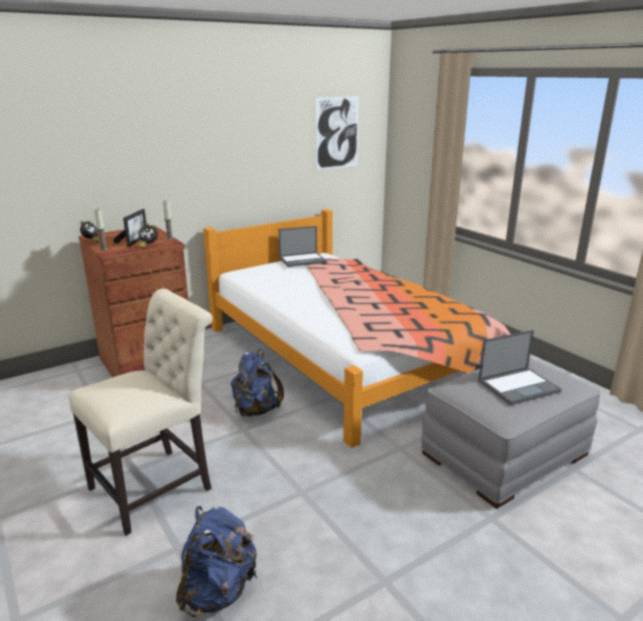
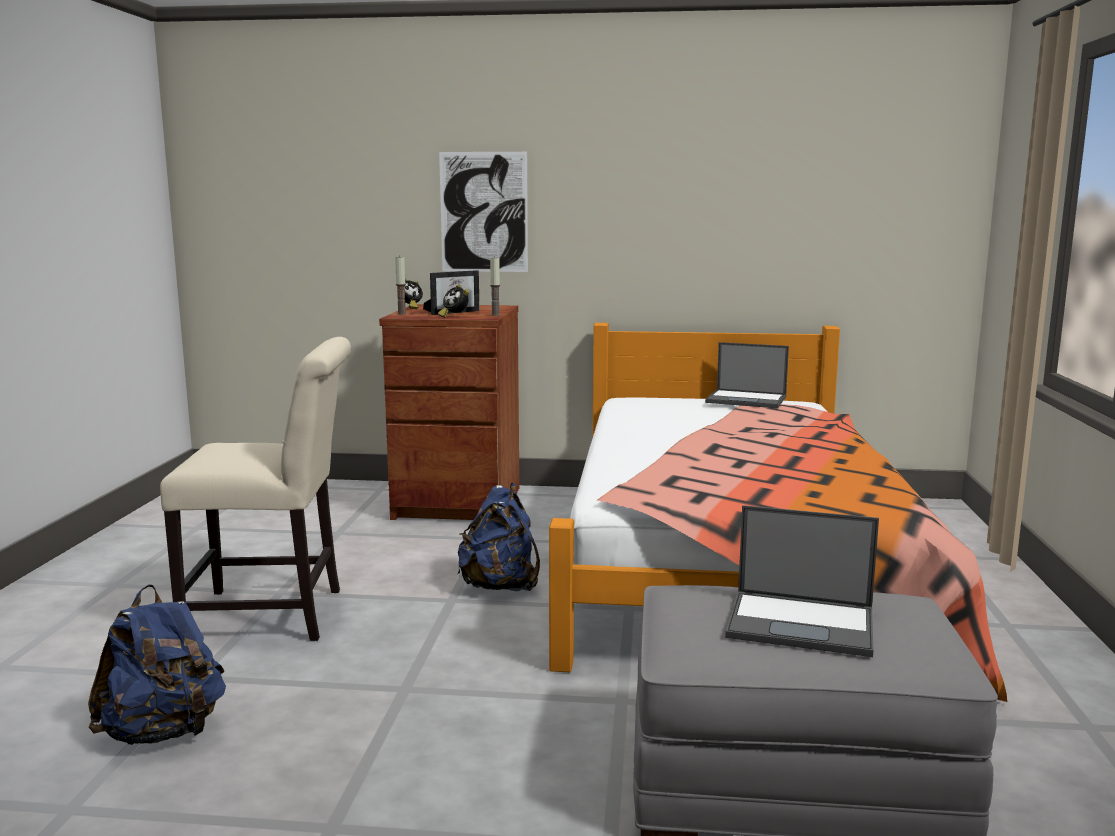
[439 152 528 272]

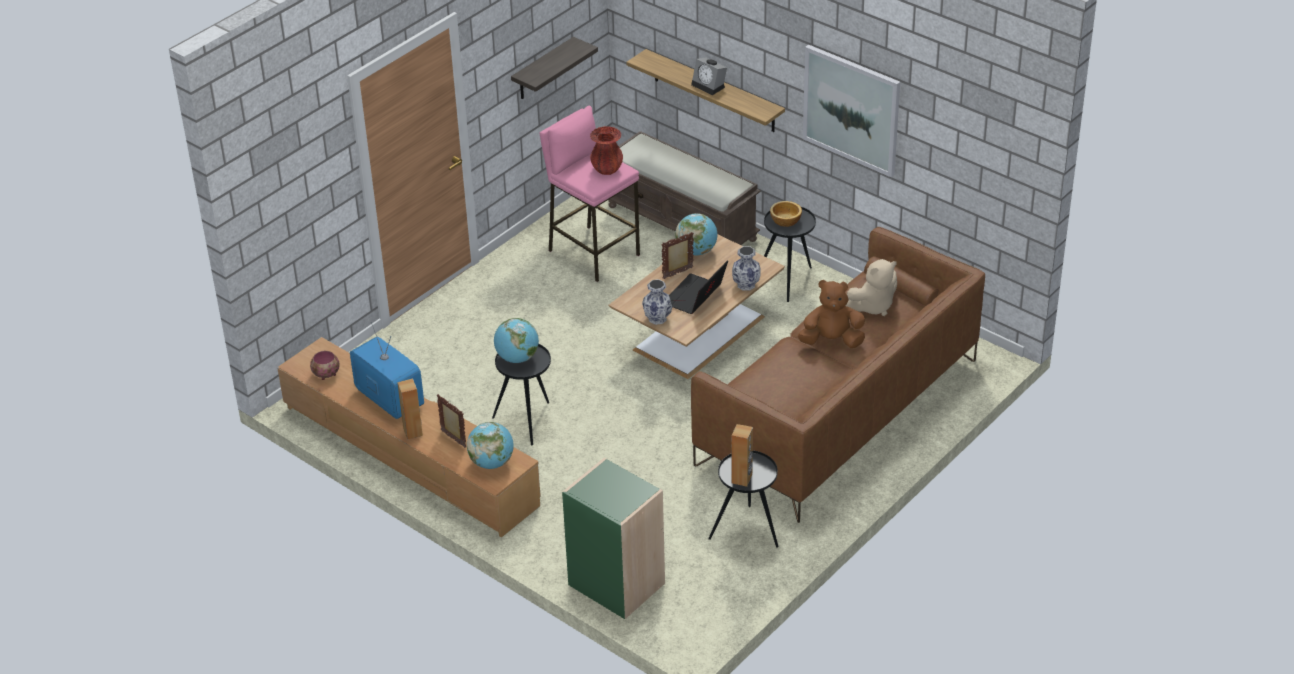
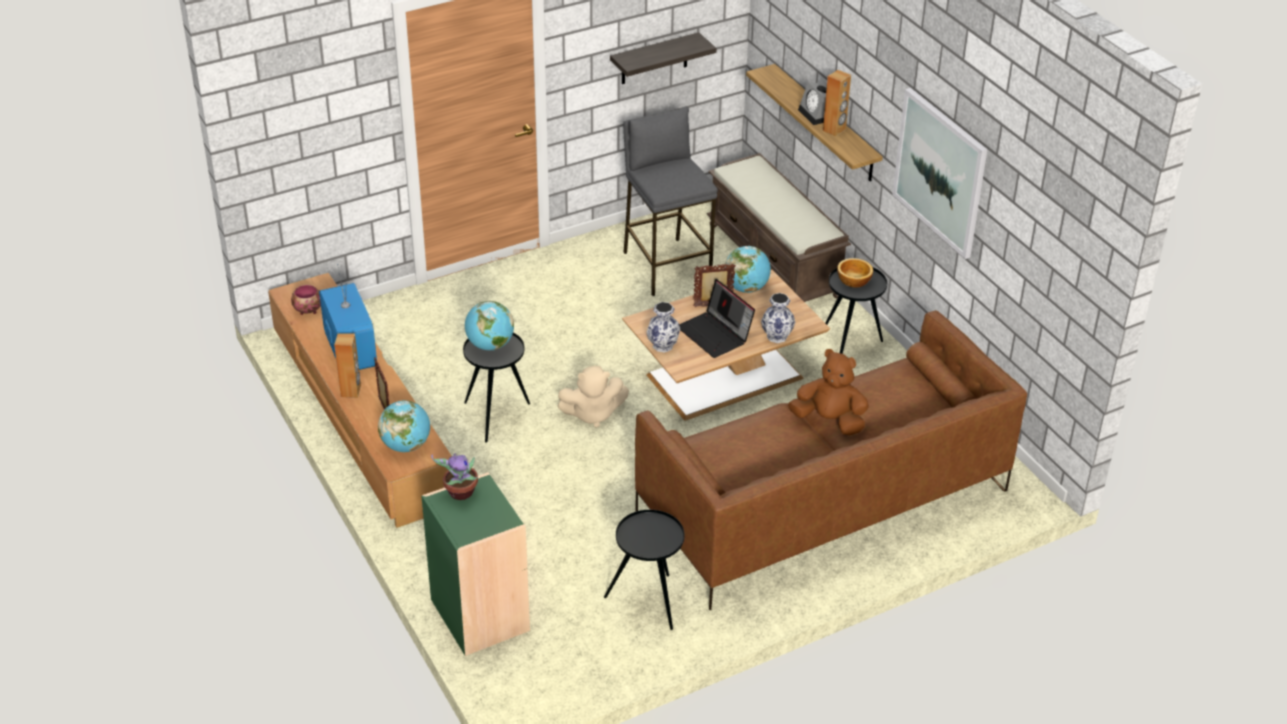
[590 126 623 175] (first image)
[431 454 478 500]
[823 70 851 136]
[558 366 629 428]
[623 106 718 296]
[679 279 755 358]

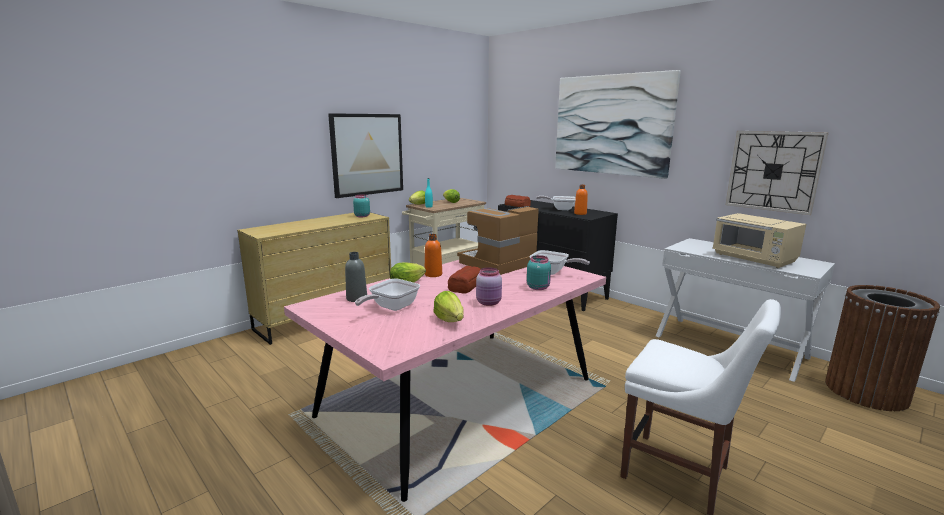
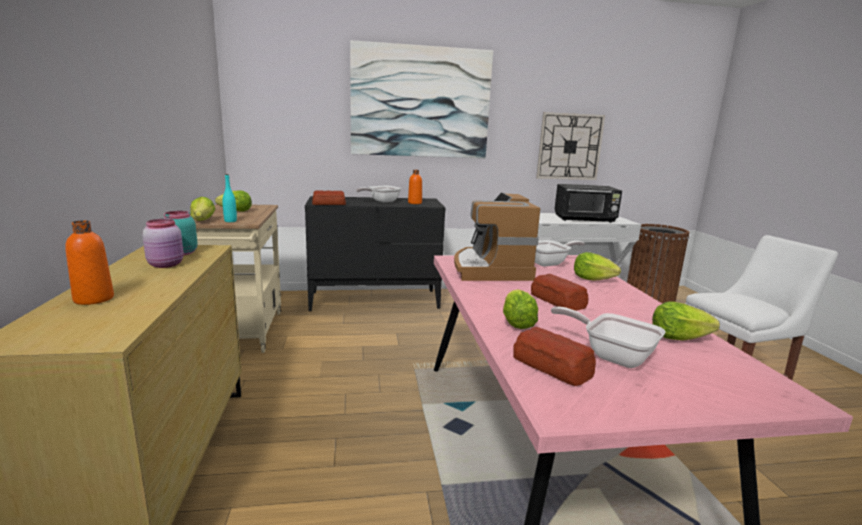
[328 113 403 198] (first image)
[65 220 114 305]
[142 219 184 268]
[513 327 596 386]
[574 252 621 281]
[554 184 622 223]
[551 307 666 368]

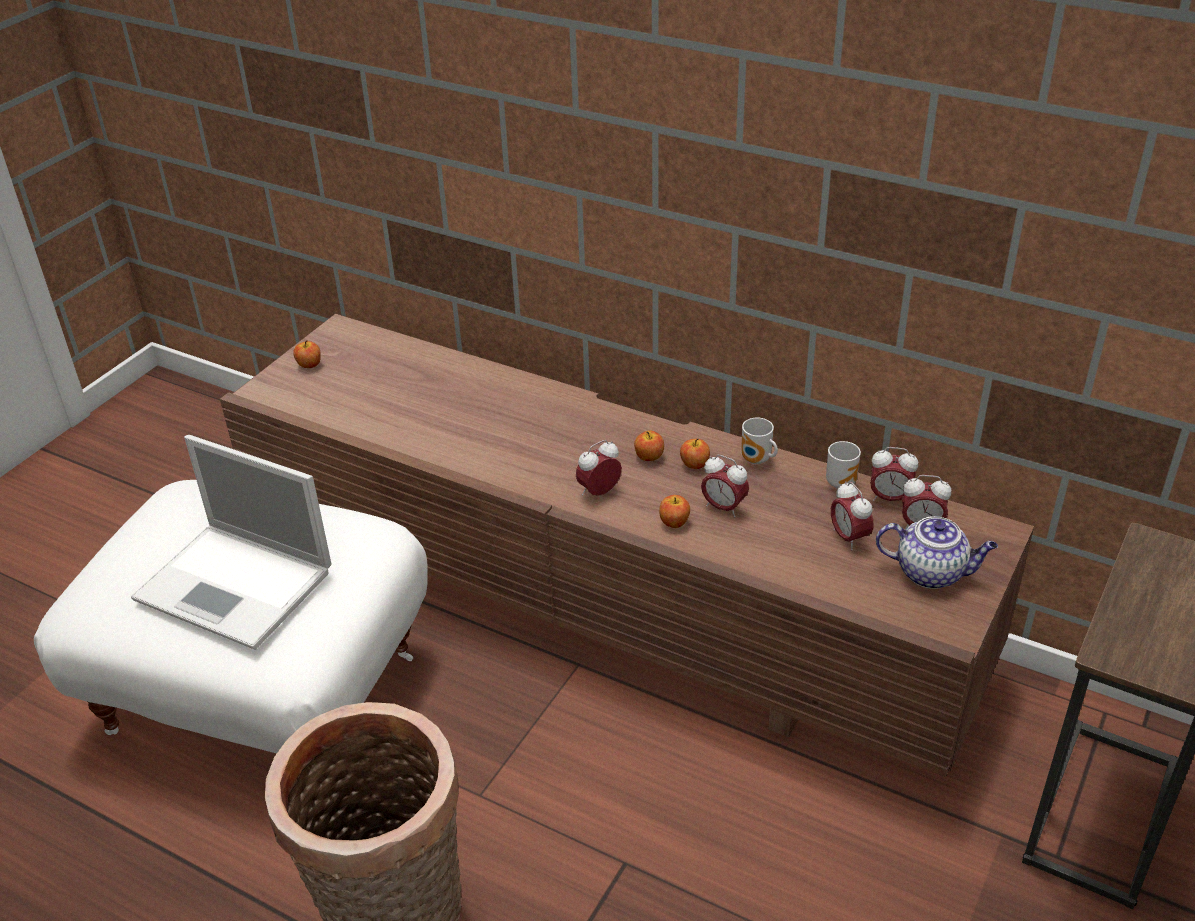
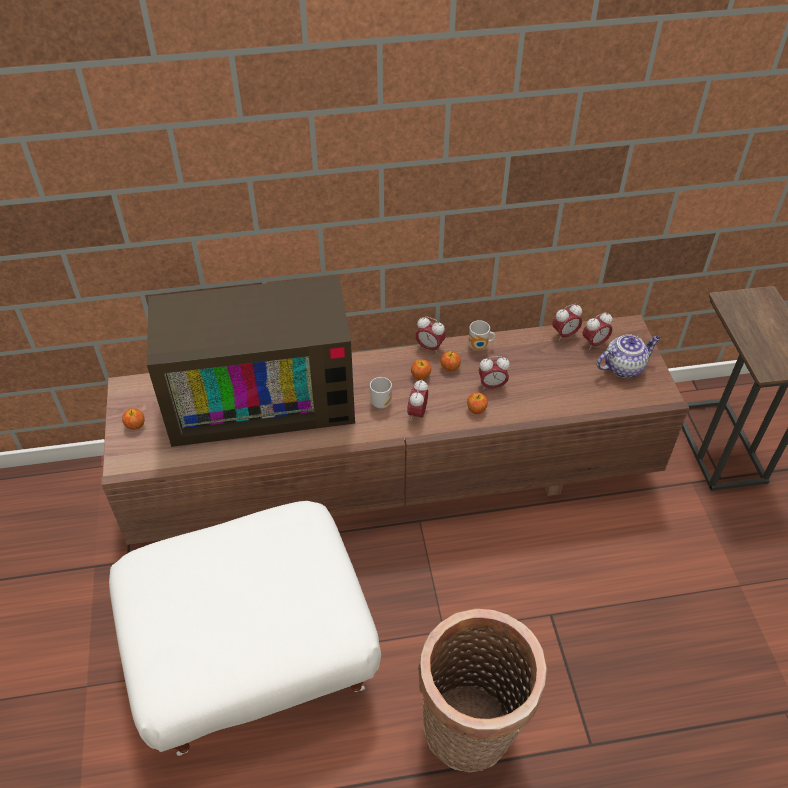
[131 435 332 650] (first image)
[147 276 355 447]
[370 377 392 408]
[415 317 446 354]

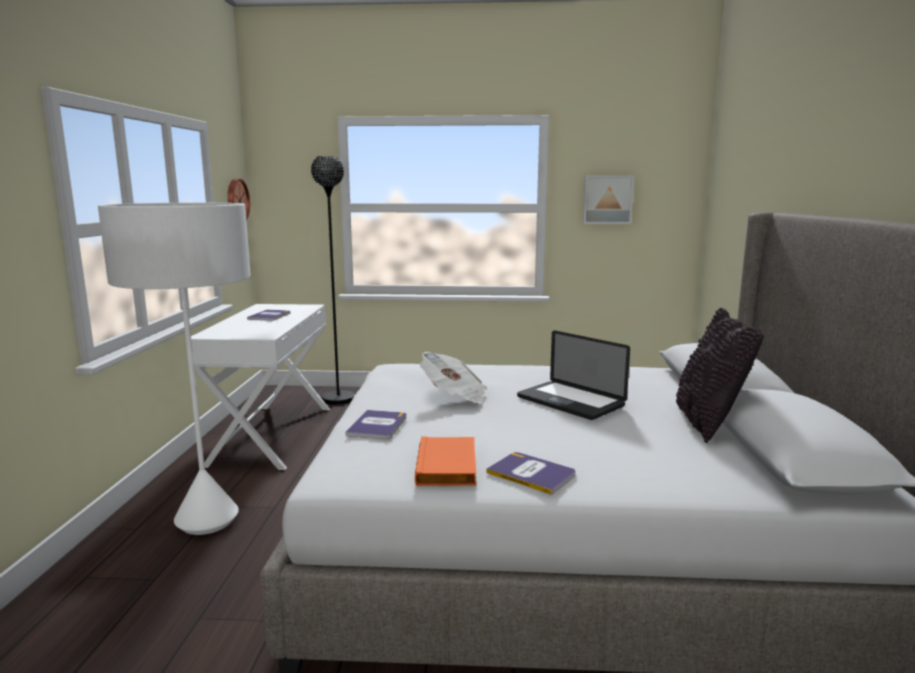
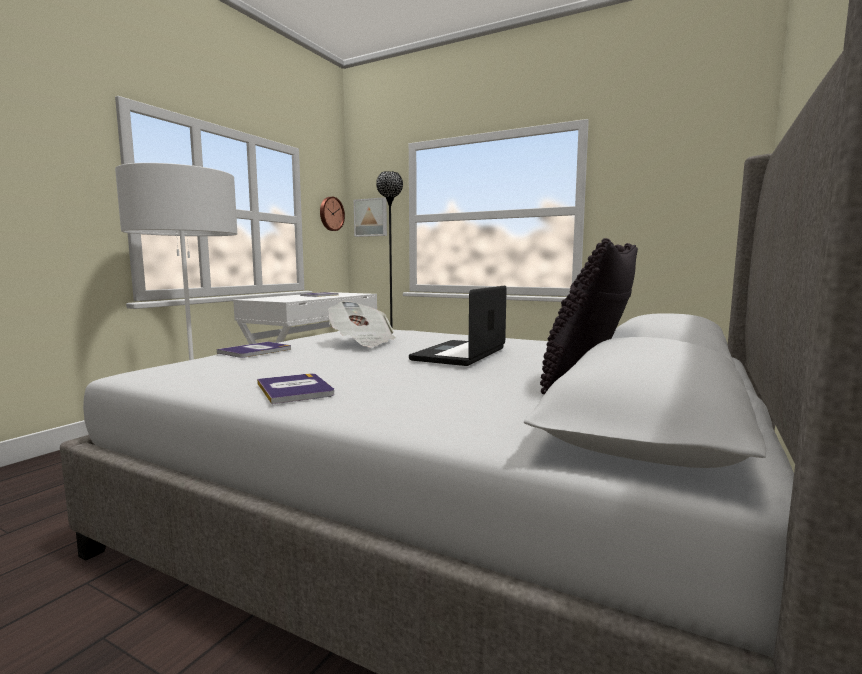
[415 436 476 486] (first image)
[354 197 387 237]
[409 285 507 366]

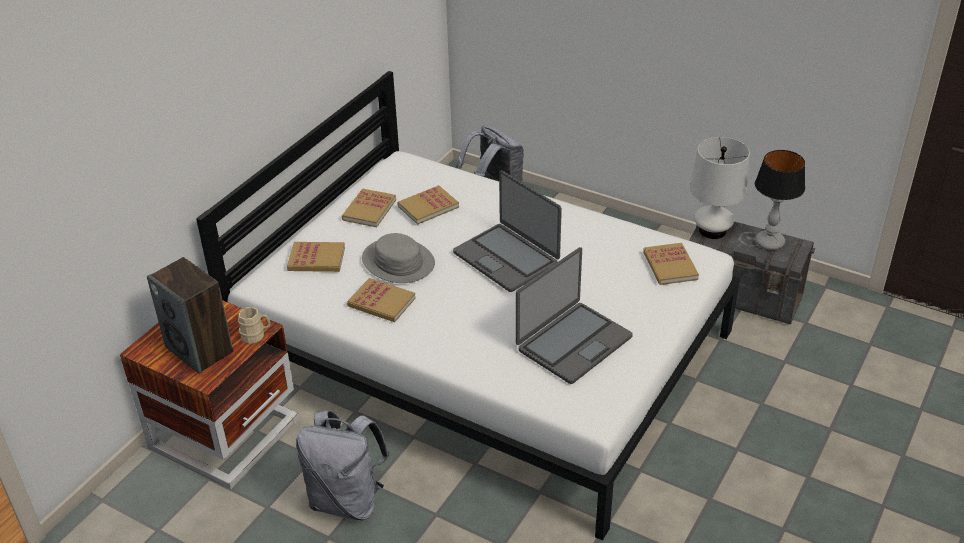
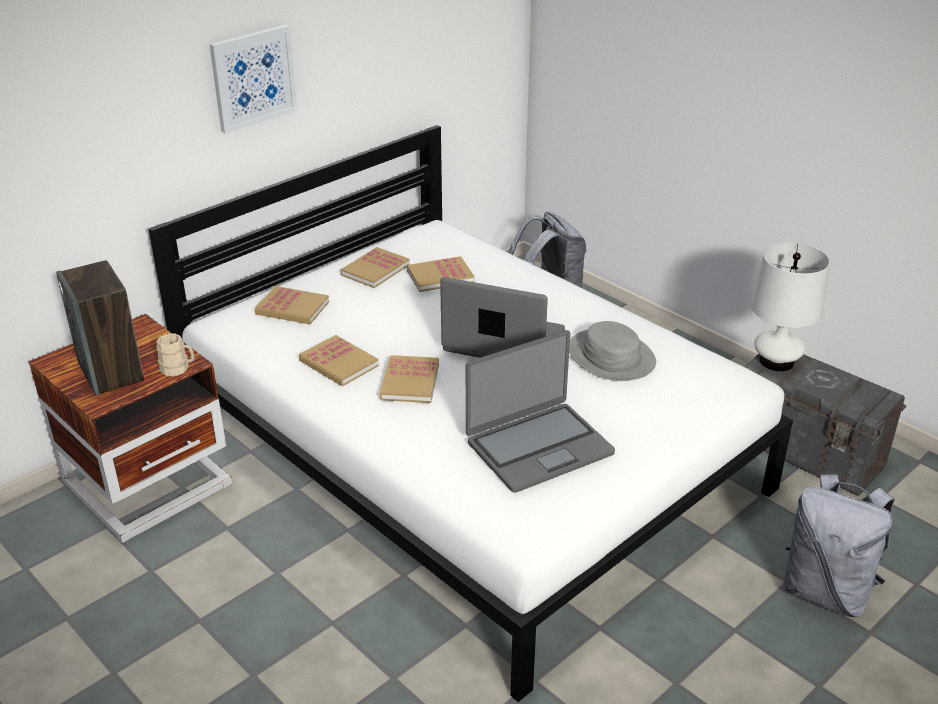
[755 150 805 250] (first image)
[210 25 297 133]
[783 474 895 617]
[569 321 656 381]
[380 355 439 403]
[440 277 565 358]

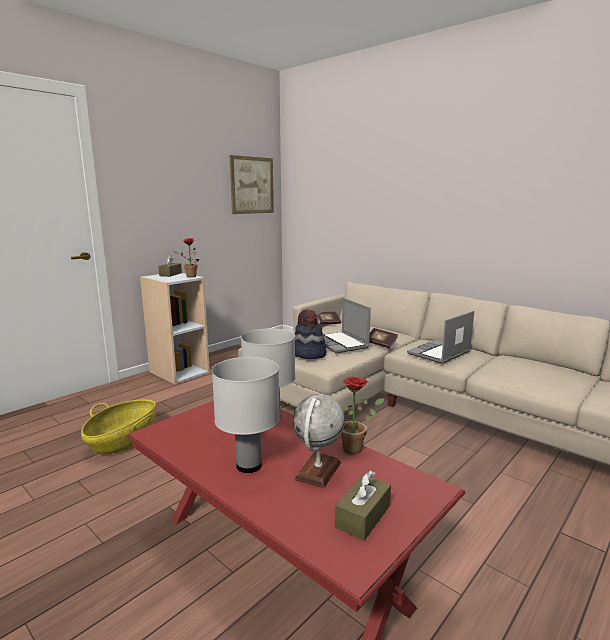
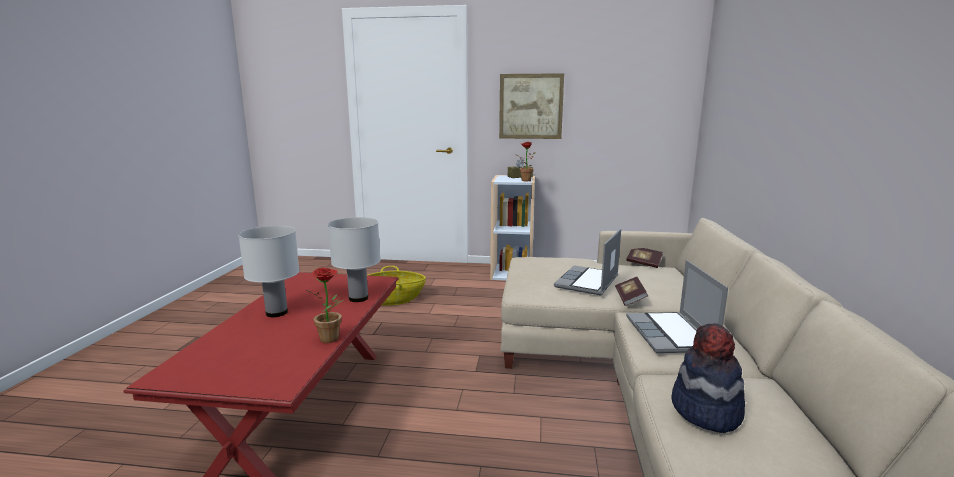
[293 394 345 488] (first image)
[335 471 391 541] (first image)
[499 73 564 139]
[672 323 745 433]
[626 260 728 353]

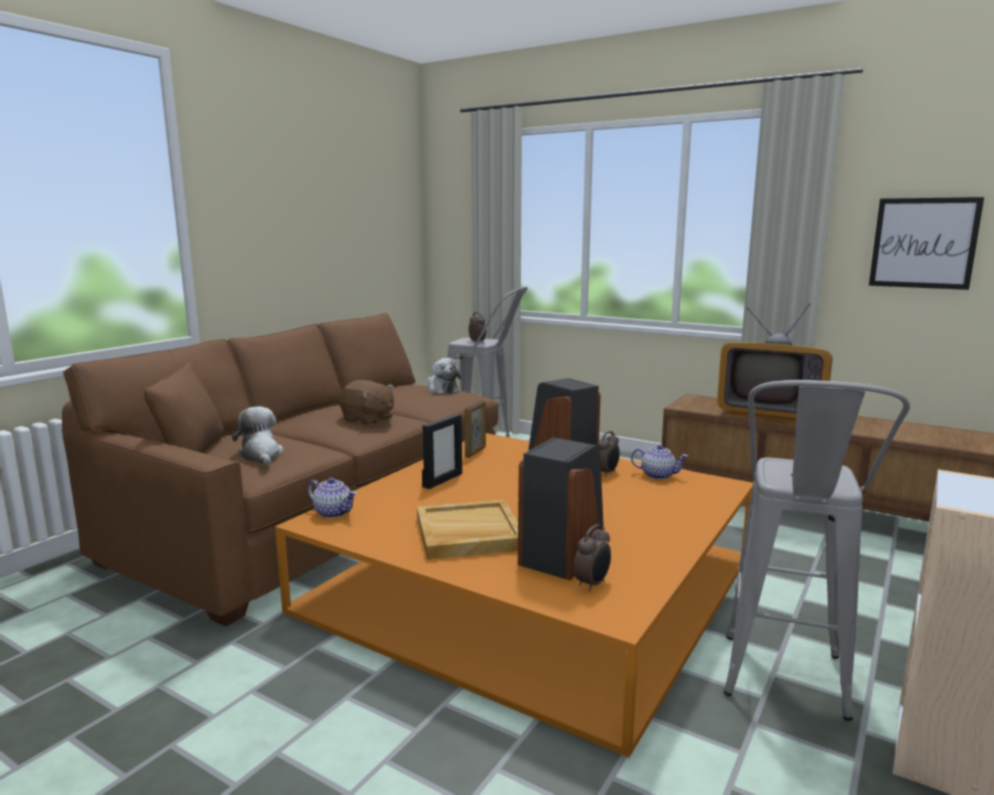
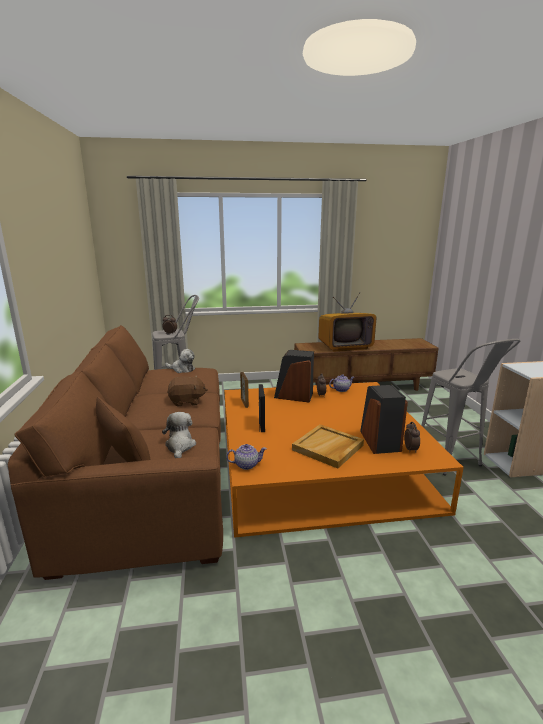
[869 197 984 290] (first image)
[162 412 196 458]

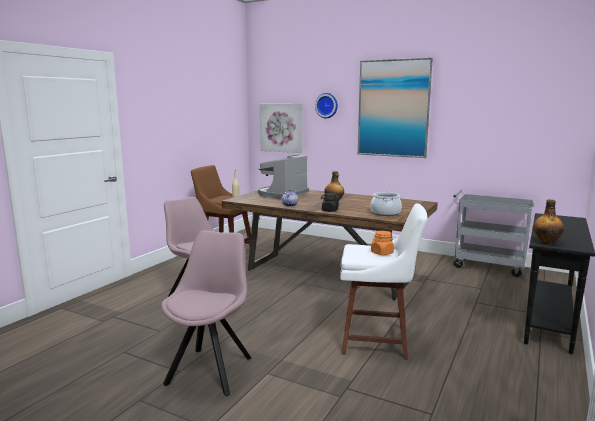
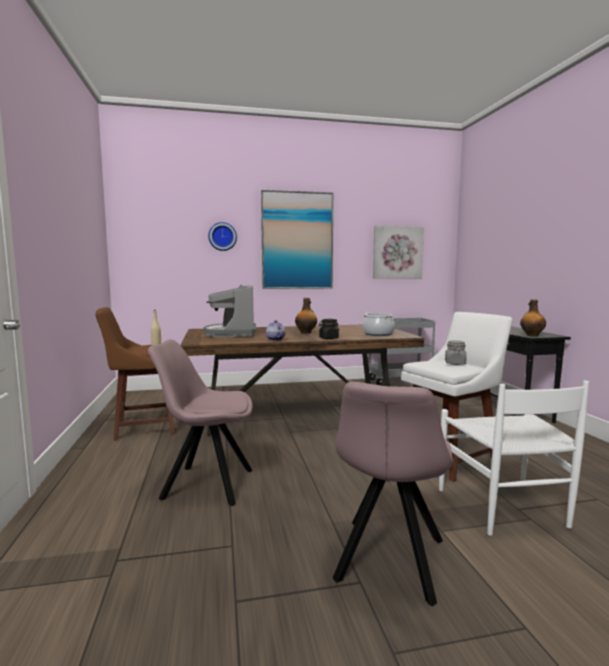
[439 381 589 536]
[373 225 424 279]
[445 340 467 365]
[333 382 453 606]

